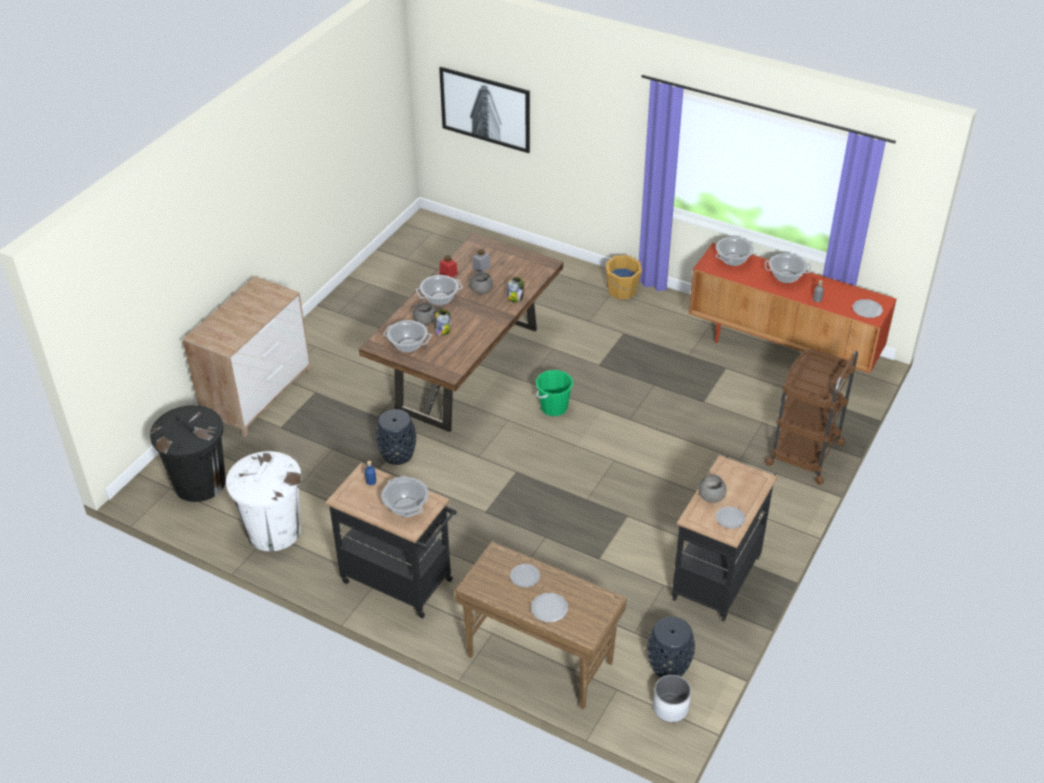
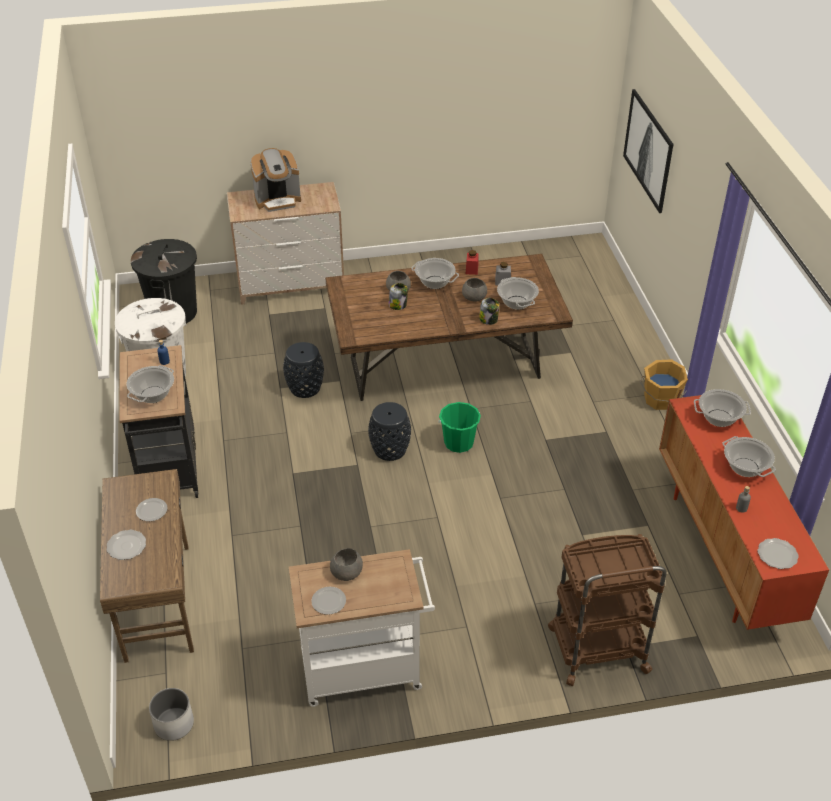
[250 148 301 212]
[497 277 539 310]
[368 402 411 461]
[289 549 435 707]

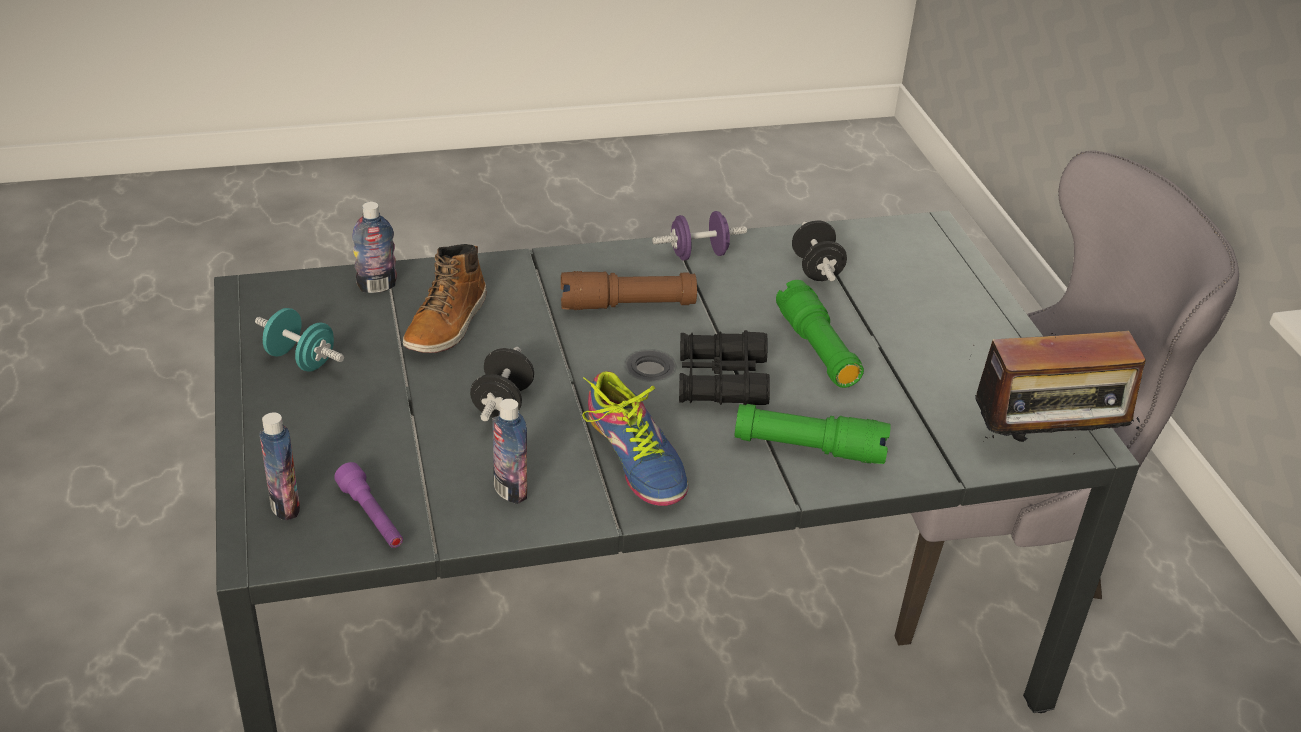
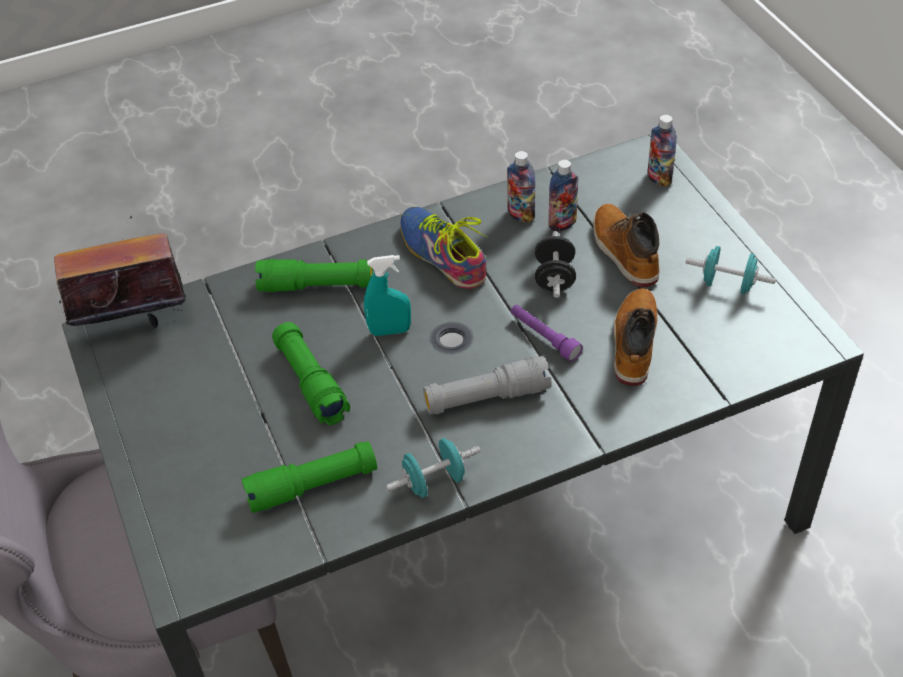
[593 204 660 288]
[511 305 583 362]
[548 160 578 231]
[364 255 411 336]
[241 441 377 513]
[423 356 552 415]
[386 438 480 498]

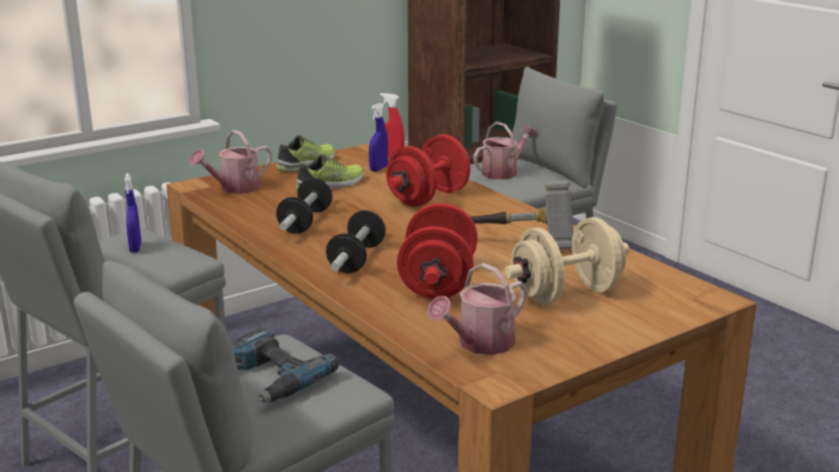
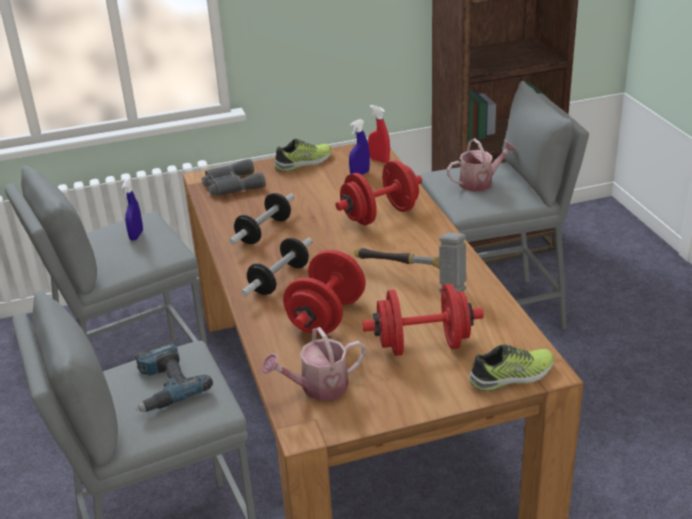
[469 344 554 391]
[202 159 266 196]
[362 284 484 356]

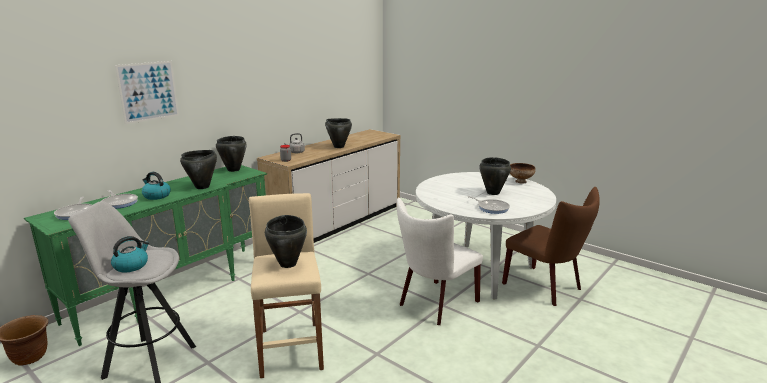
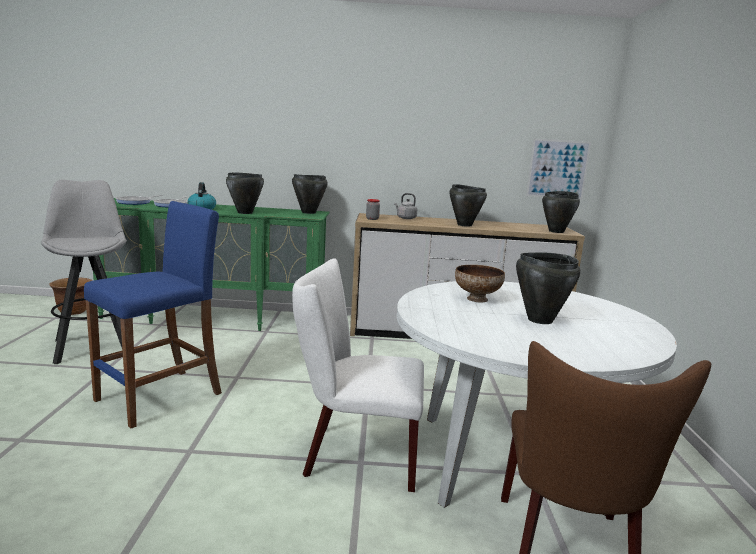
[111 236 149 272] (first image)
[468 196 510 214] (first image)
[526 138 591 200]
[542 191 580 233]
[455 265 505 302]
[84 201 222 428]

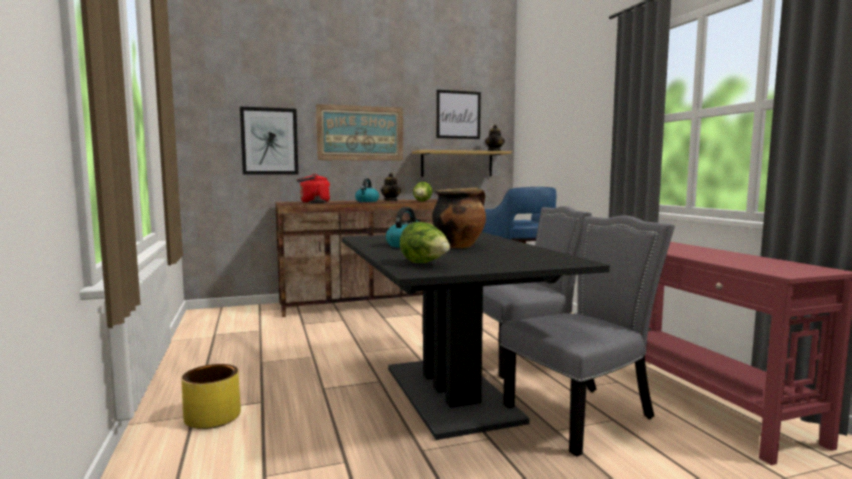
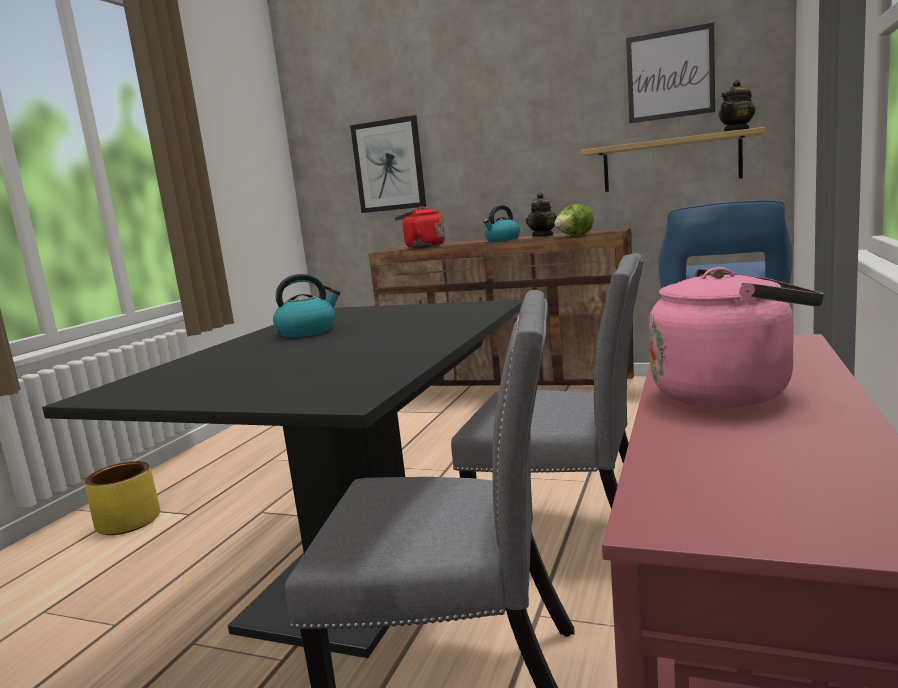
[316 104 403 161] (first image)
[400 222 450 263] (first image)
[432 187 486 248] (first image)
[649 267 824 407]

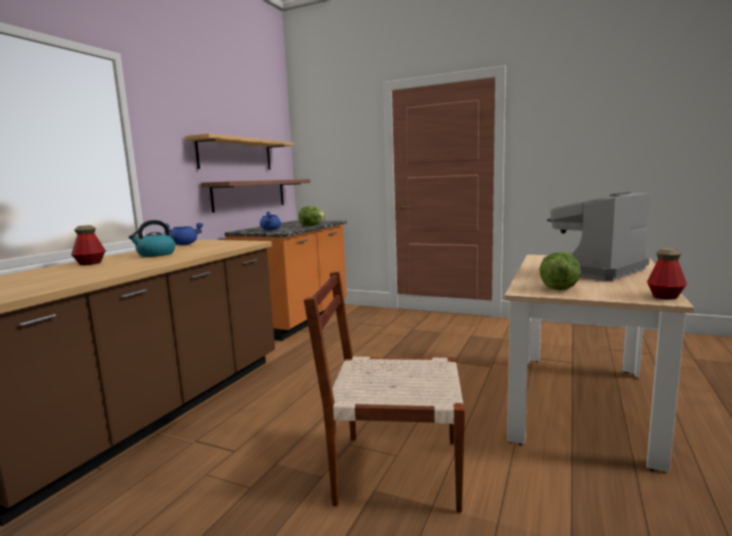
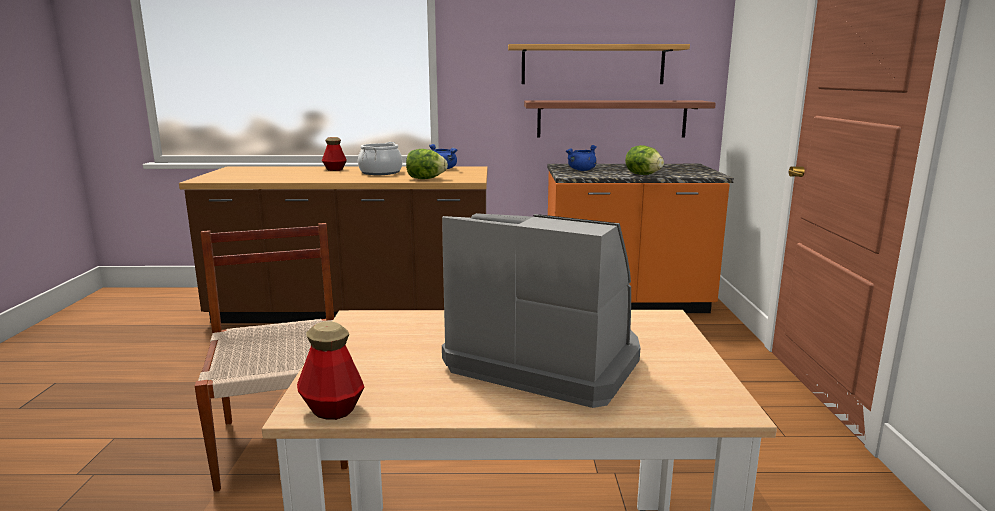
[406 149 448 179]
[358 142 402 175]

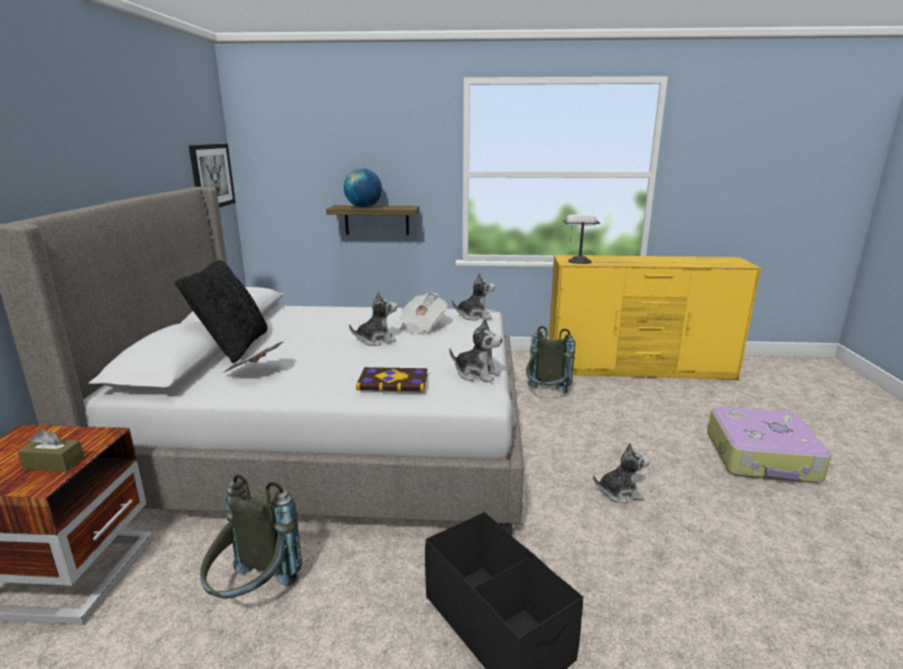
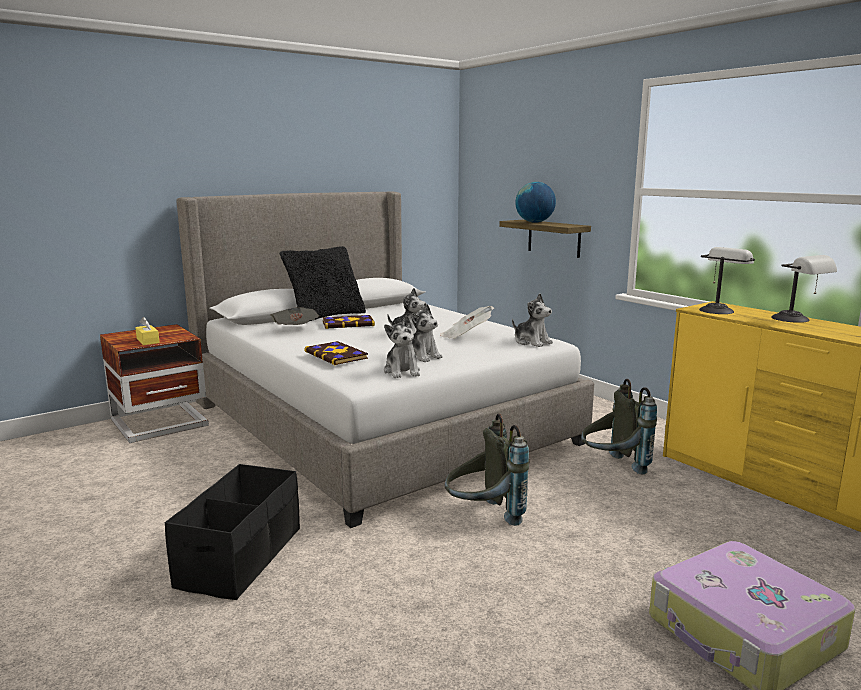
[189 144 236 207] (first image)
[322 315 375 329]
[771 255 837 323]
[445 414 529 526]
[411 304 442 363]
[135 317 160 345]

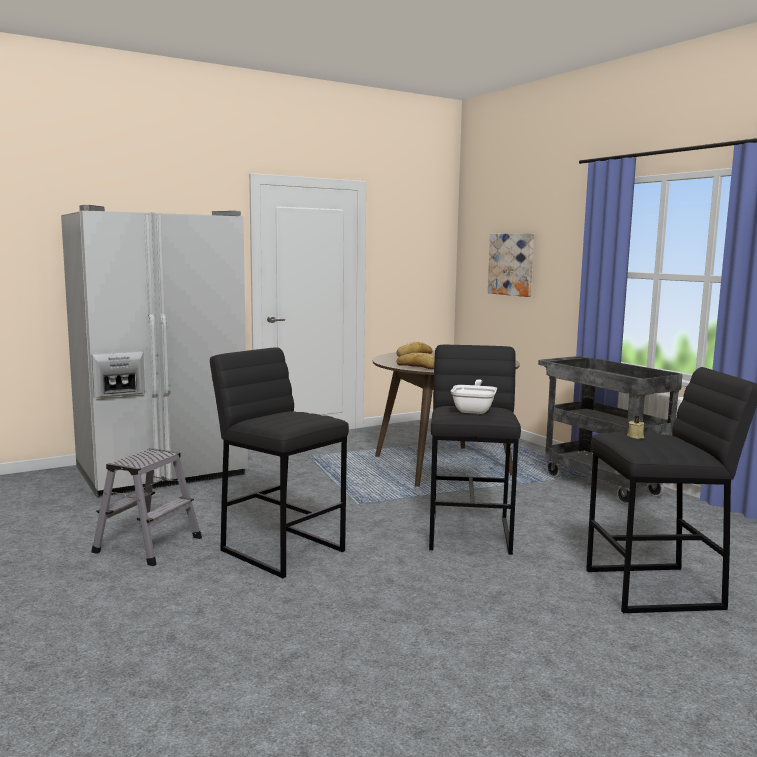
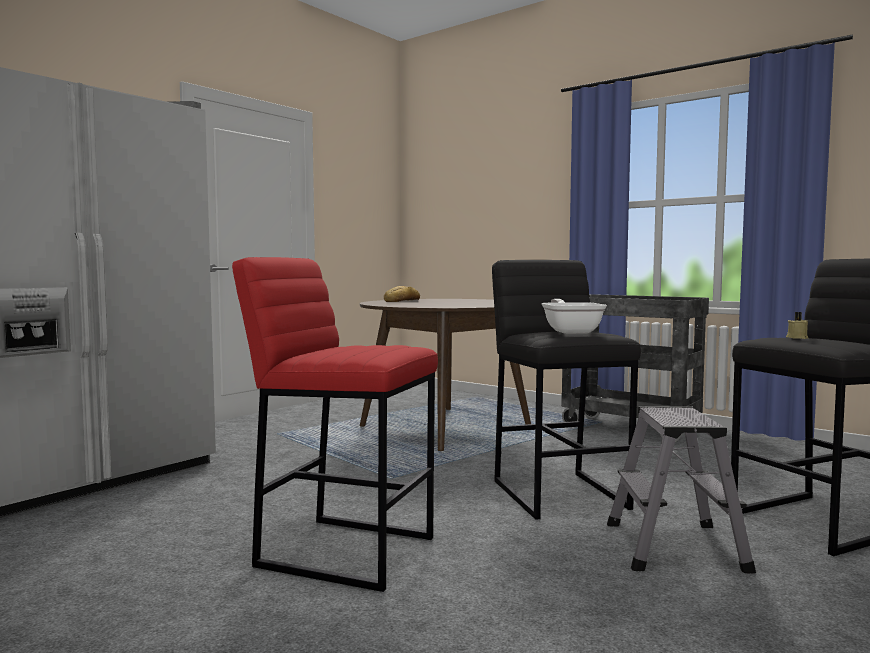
[397 353 435 369] (first image)
[488 233 534 297] (first image)
[607 406 756 574]
[232 257 438 592]

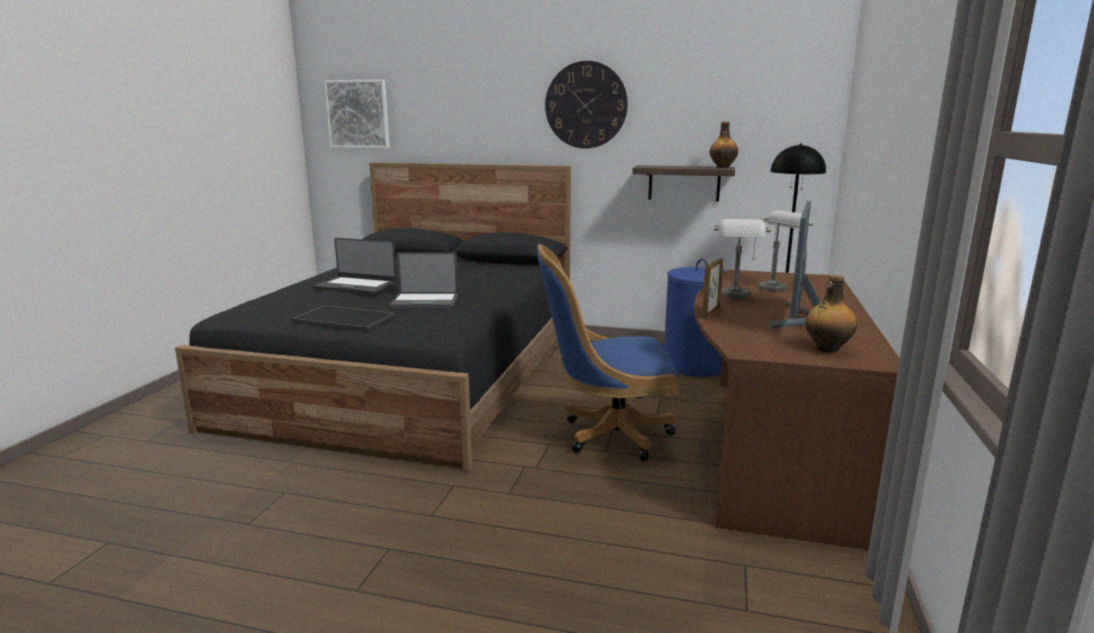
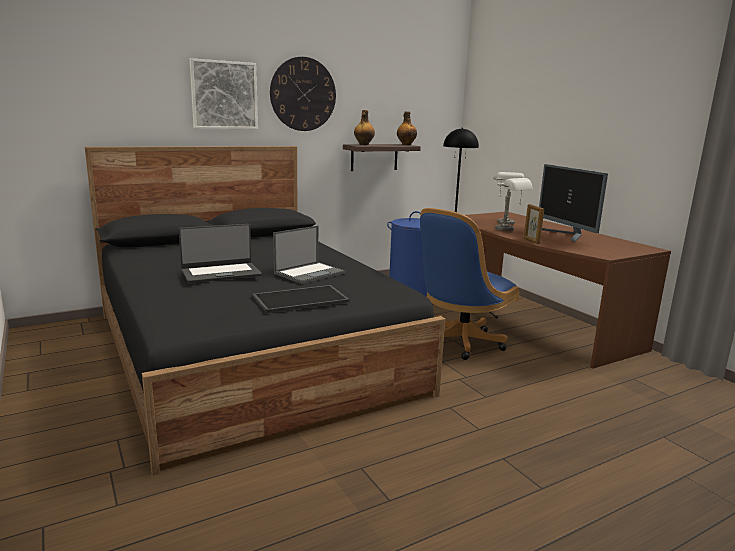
[190 58 258 129]
[354 110 375 145]

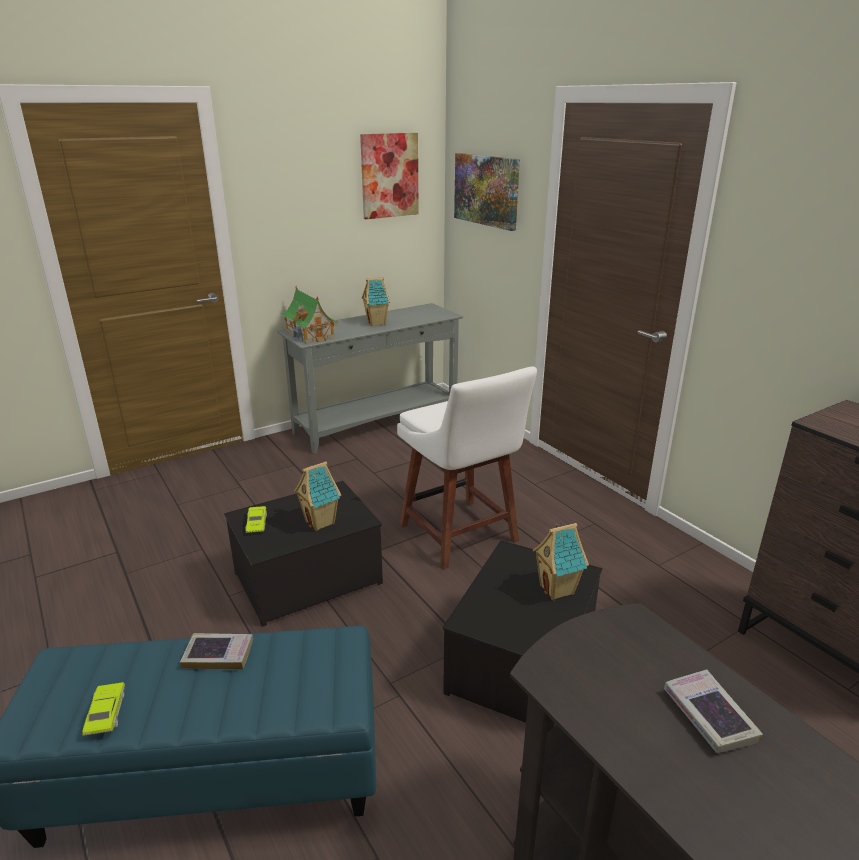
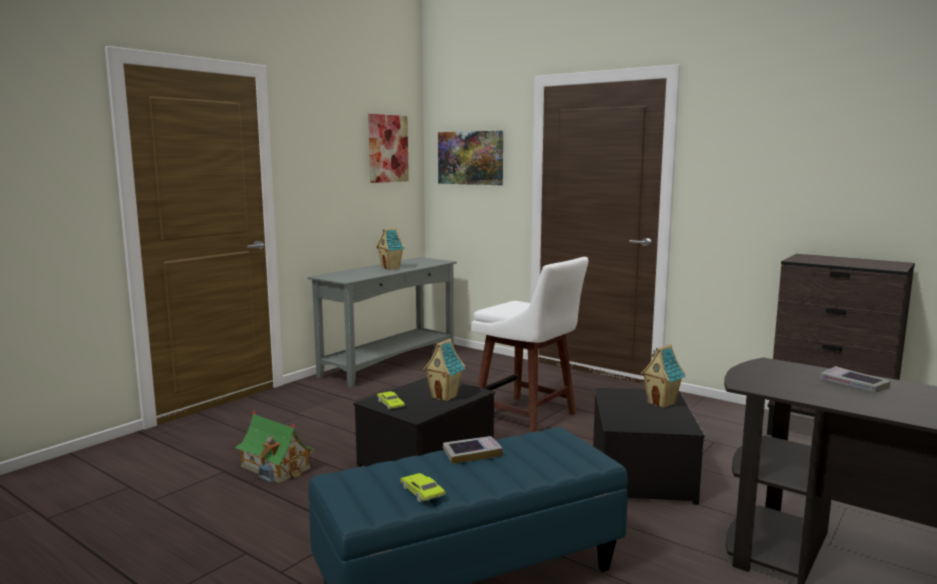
[235 410 314 483]

